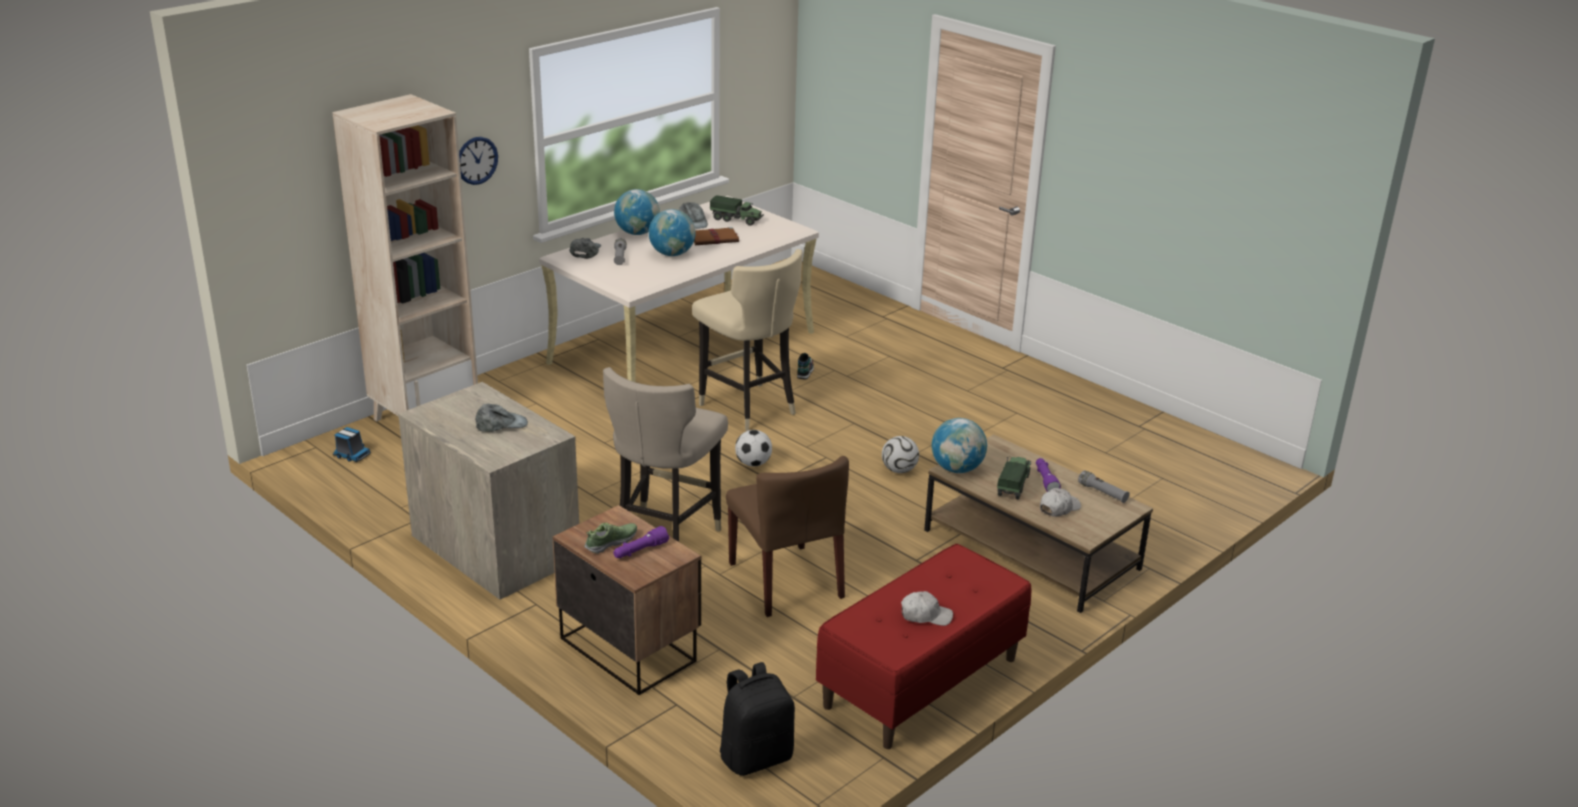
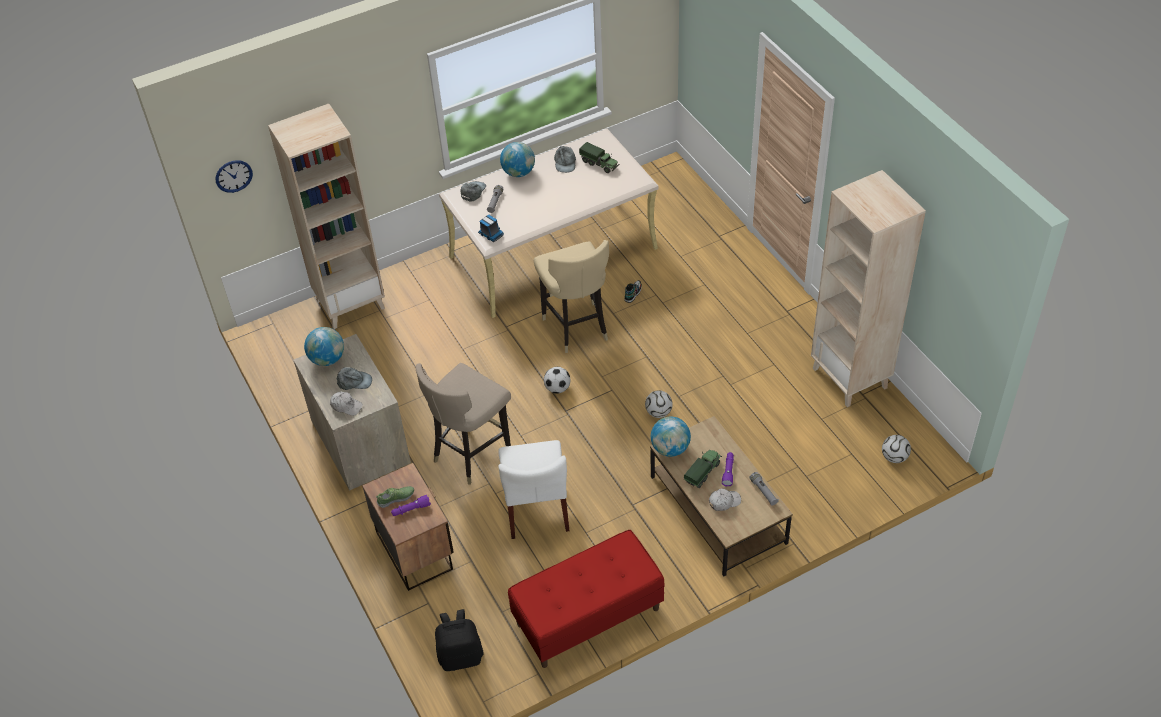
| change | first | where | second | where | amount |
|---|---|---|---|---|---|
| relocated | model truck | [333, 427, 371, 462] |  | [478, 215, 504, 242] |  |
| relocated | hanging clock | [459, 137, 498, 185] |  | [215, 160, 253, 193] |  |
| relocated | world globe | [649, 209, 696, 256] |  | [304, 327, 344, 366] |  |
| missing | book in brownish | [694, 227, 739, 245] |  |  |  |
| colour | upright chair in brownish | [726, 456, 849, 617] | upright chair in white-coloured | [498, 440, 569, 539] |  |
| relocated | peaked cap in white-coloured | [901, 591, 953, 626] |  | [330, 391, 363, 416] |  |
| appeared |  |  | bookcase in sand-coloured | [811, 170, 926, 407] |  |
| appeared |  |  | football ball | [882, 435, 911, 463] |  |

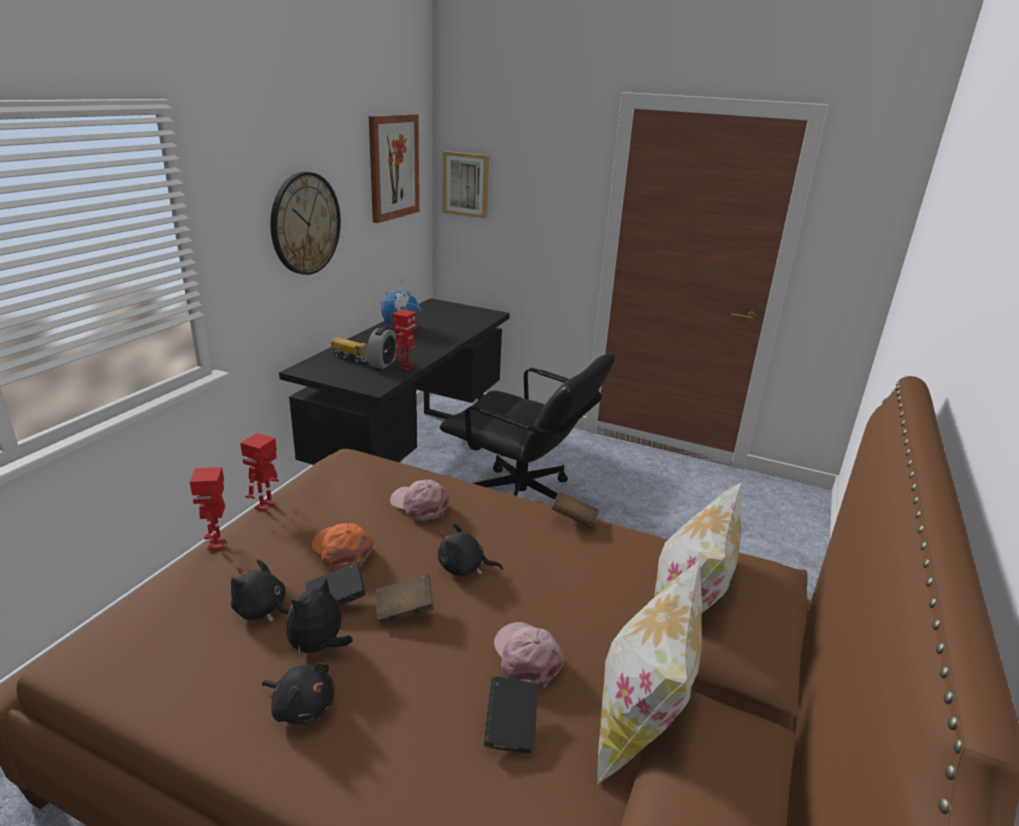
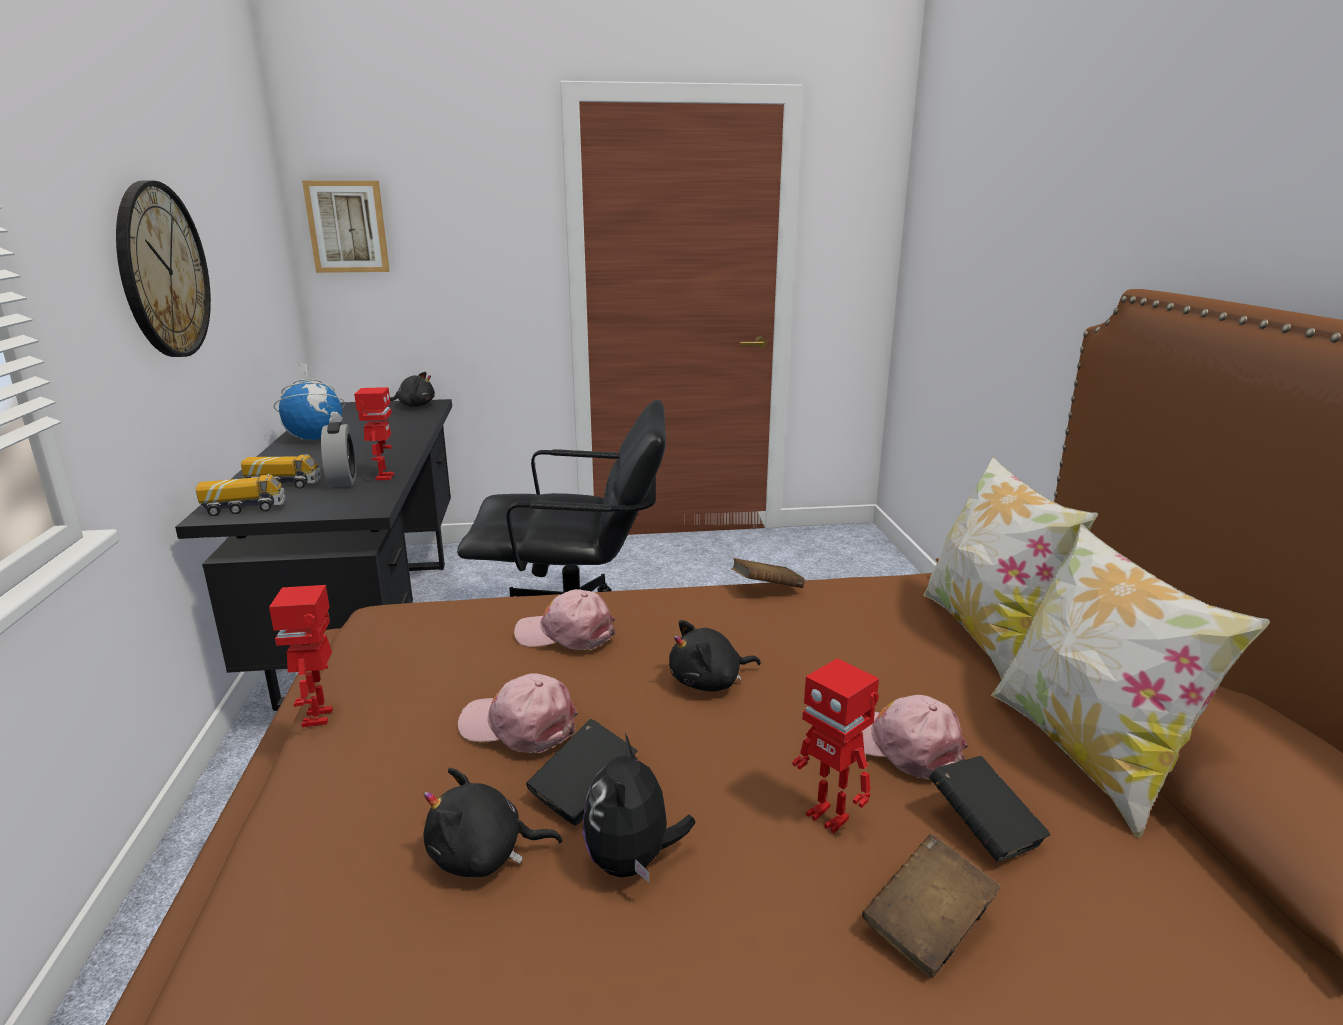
| change | first | where | second | where | amount |
|---|---|---|---|---|---|
| relocated | robot figure | [190, 467, 225, 551] |  | [792, 658, 879, 833] |  |
| relocated | plush toy in black | [262, 663, 334, 725] |  | [390, 372, 435, 407] |  |
| colour | peaked cap in orangey | [312, 523, 374, 570] | peaked cap in pink-coloured | [458, 673, 578, 753] |  |
| missing | wall art | [369, 114, 419, 223] |  |  |  |
| relocated | book in brownish | [376, 574, 434, 625] |  | [862, 834, 1001, 978] |  |
| appeared |  |  | model truck | [196, 474, 286, 516] |  |

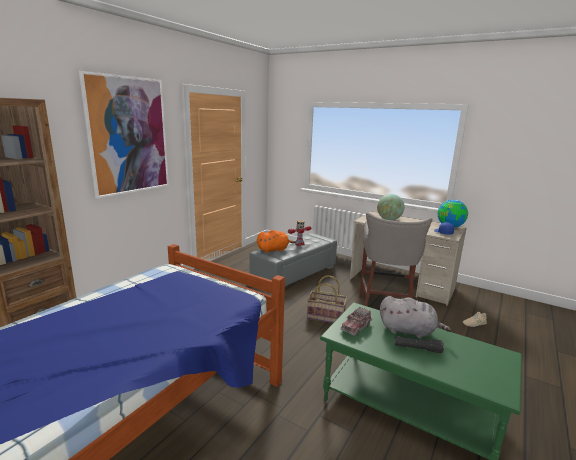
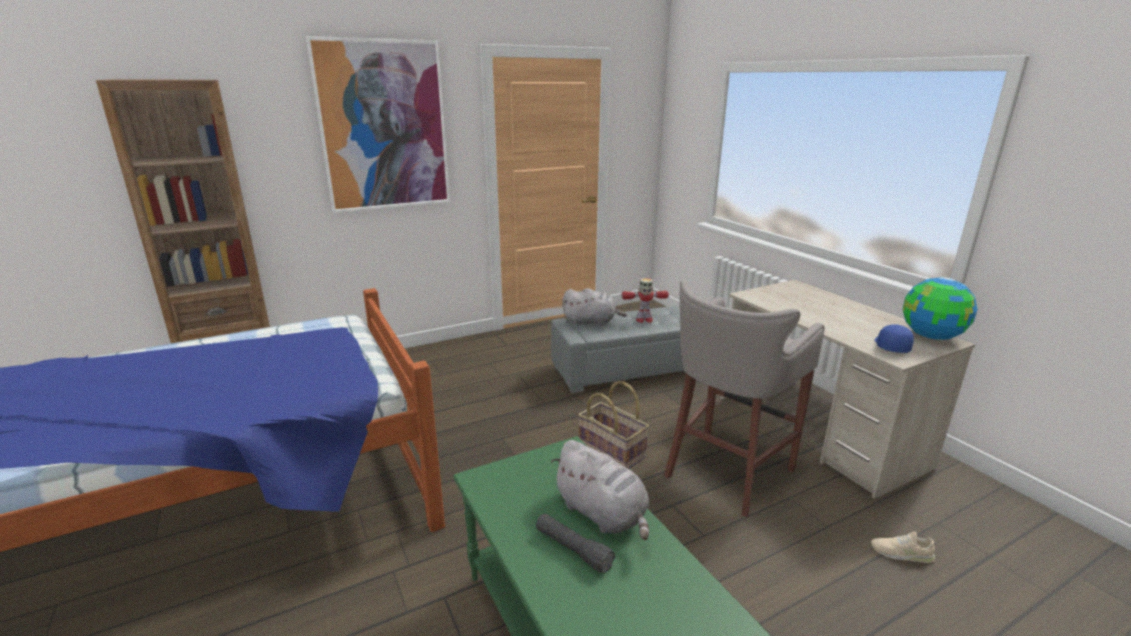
| change | first | where | second | where | amount |
|---|---|---|---|---|---|
| colour | plush toy in orangey | [257, 230, 296, 253] | plush toy in grey | [562, 288, 627, 327] |  |
| missing | model truck | [341, 308, 372, 336] |  |  |  |
| missing | world globe | [377, 194, 405, 220] |  |  |  |

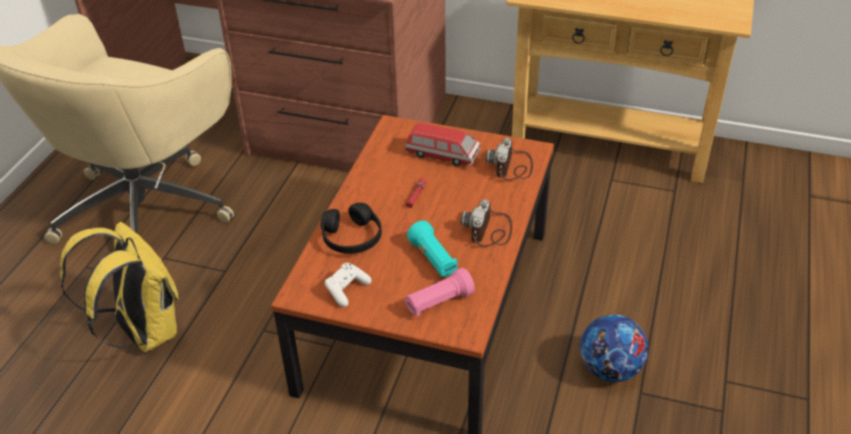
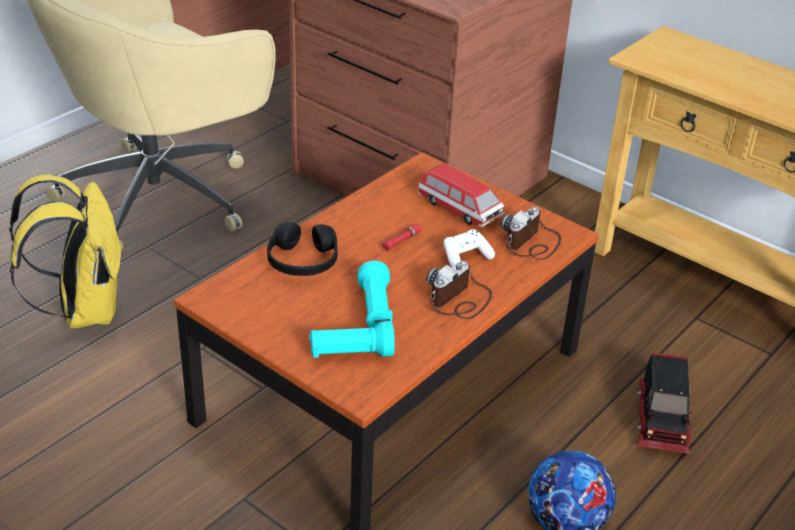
| change | first | where | second | where | amount |
|---|---|---|---|---|---|
| relocated | joypad in white-coloured | [325, 263, 371, 307] |  | [444, 229, 495, 268] |  |
| colour | flashlight in pink-coloured | [405, 268, 475, 316] | flashlight in blue-green | [309, 322, 395, 358] |  |
| appeared |  |  | model truck | [637, 352, 692, 454] |  |

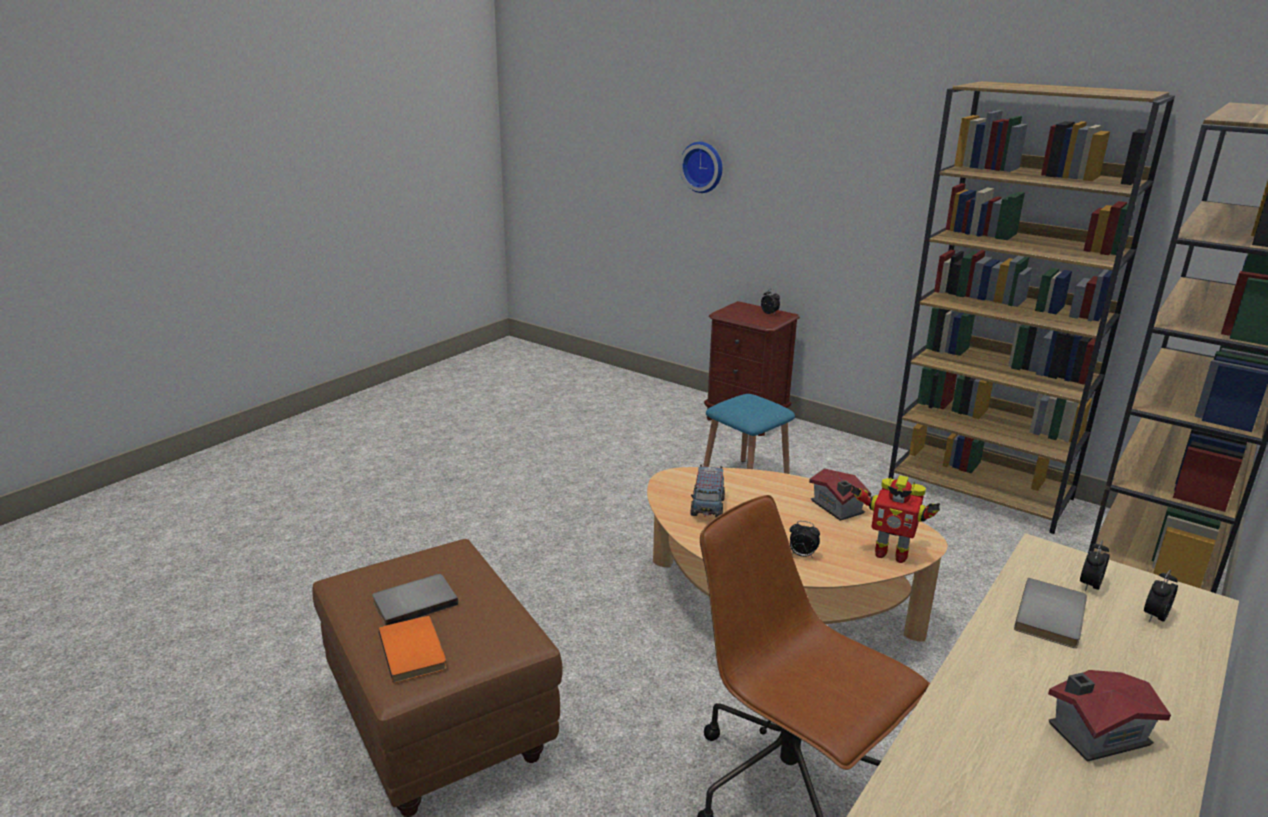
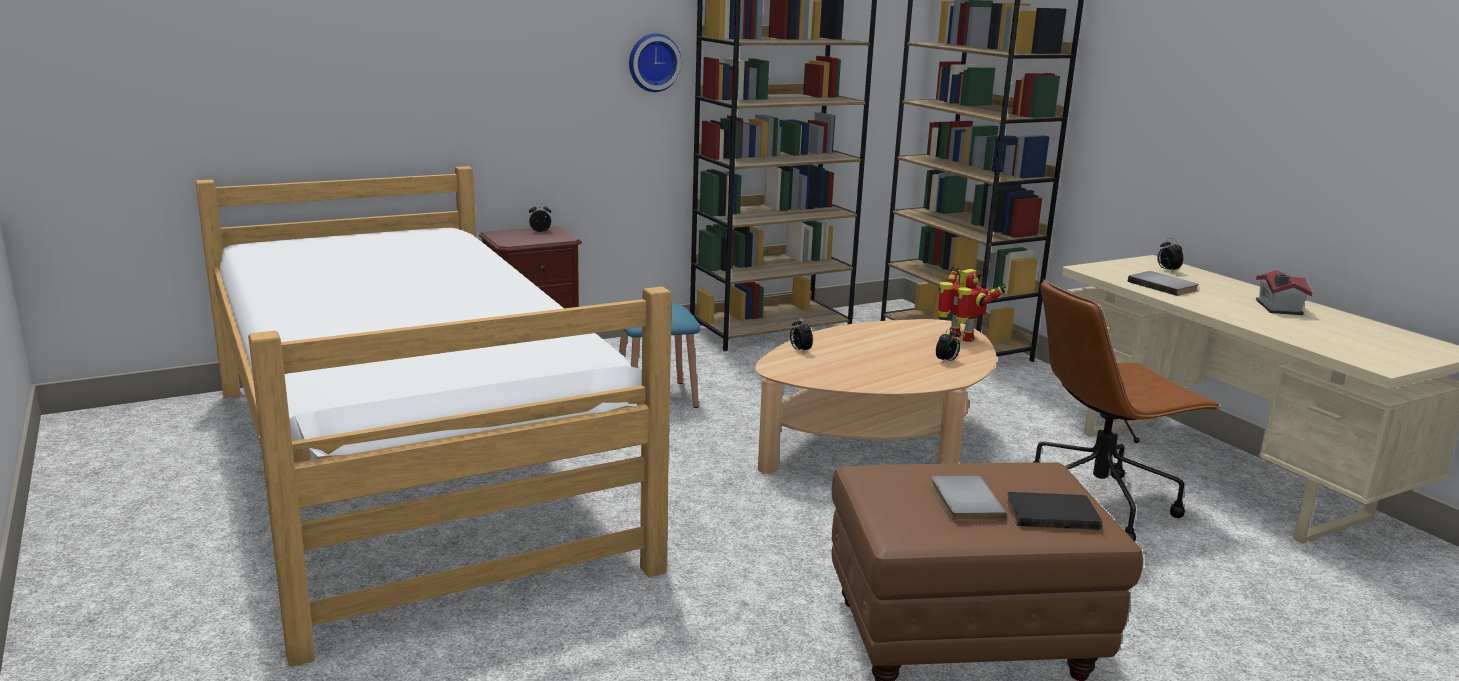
| change | first | where | second | where | amount |
|---|---|---|---|---|---|
| colour | book in orangey | [379, 616, 446, 683] | book in black | [1006, 492, 1102, 530] |  |
| relocated | hanging clock | [679, 142, 722, 193] |  | [629, 33, 681, 92] |  |
| missing | model truck | [691, 465, 725, 517] |  |  |  |
| missing | model house | [809, 468, 871, 521] |  |  |  |
| spun | robot figure | [851, 475, 940, 563] |  | [937, 266, 1006, 342] | 90 degrees counterclockwise |
| relocated | bedside clock | [1080, 540, 1110, 591] |  | [790, 317, 813, 353] |  |
| appeared |  |  | sleeping bed | [195, 166, 672, 667] |  |

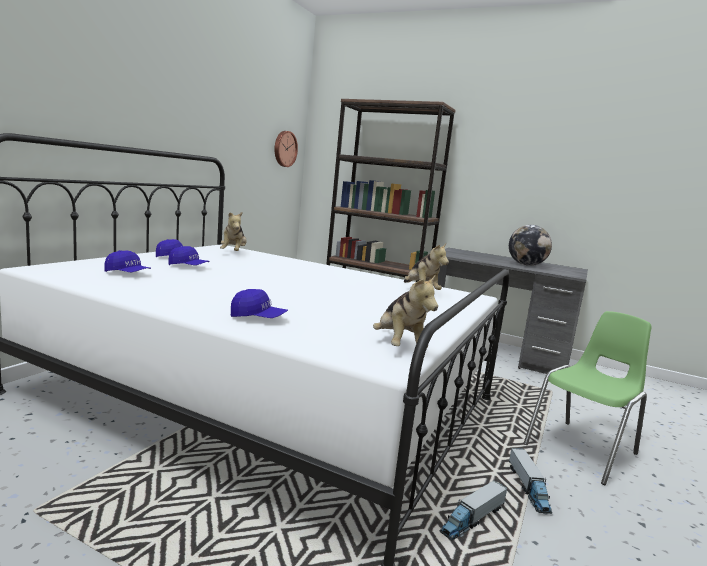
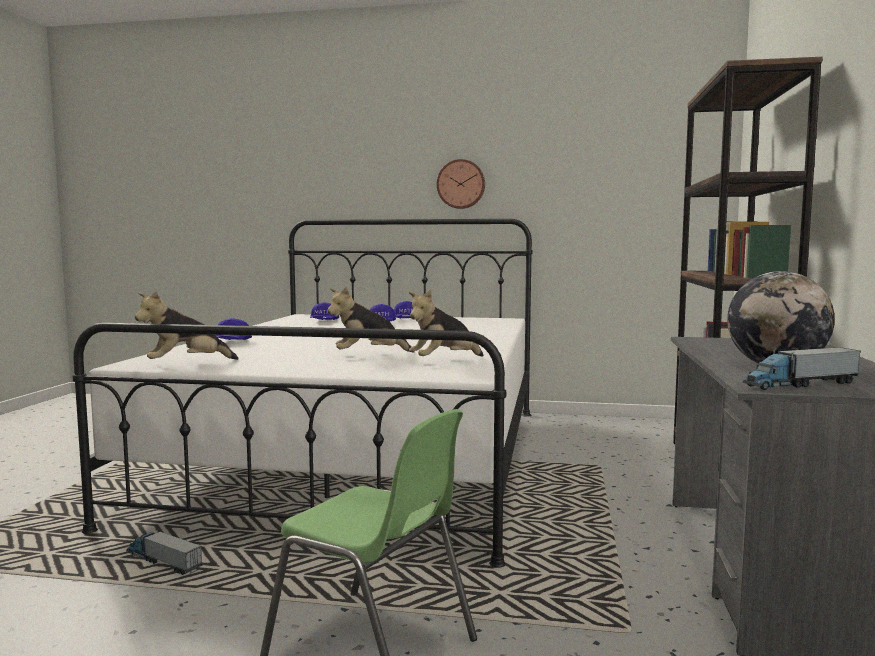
| change | first | where | second | where | amount |
|---|---|---|---|---|---|
| relocated | plush toy | [220, 212, 247, 251] |  | [327, 287, 415, 353] |  |
| relocated | hanging clock | [274, 131, 298, 167] |  | [437, 159, 485, 209] |  |
| relocated | model truck | [509, 448, 552, 514] |  | [743, 347, 860, 390] |  |

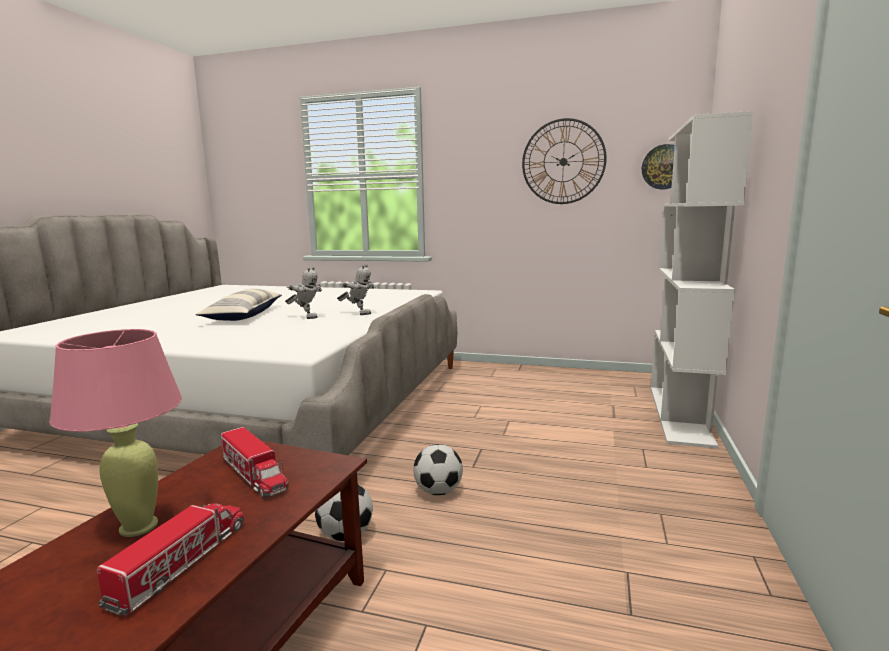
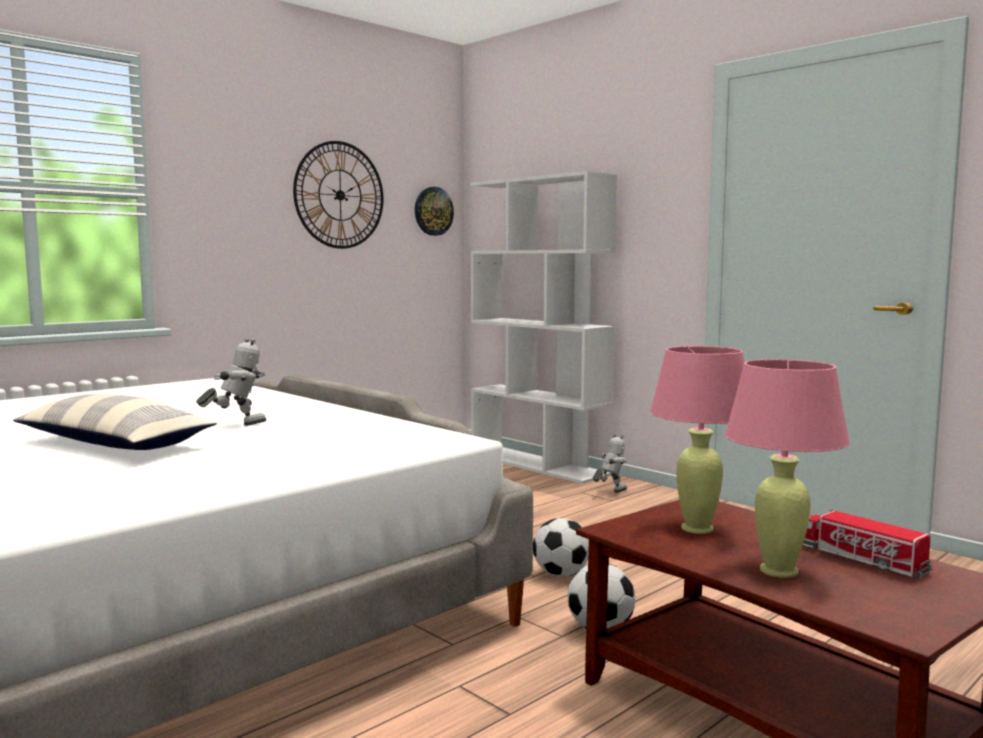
| change | first | where | second | where | amount |
|---|---|---|---|---|---|
| exchanged | model truck | [221, 427, 289, 498] | table lamp in pink-coloured | [650, 346, 744, 534] |  |
| relocated | robot figure | [337, 264, 375, 315] |  | [593, 434, 627, 493] |  |

